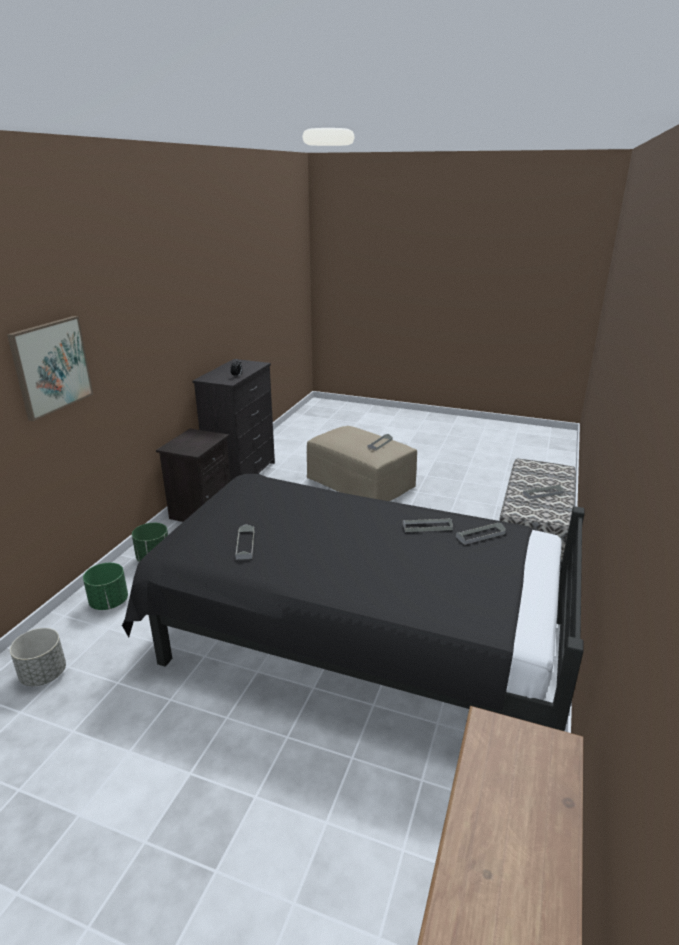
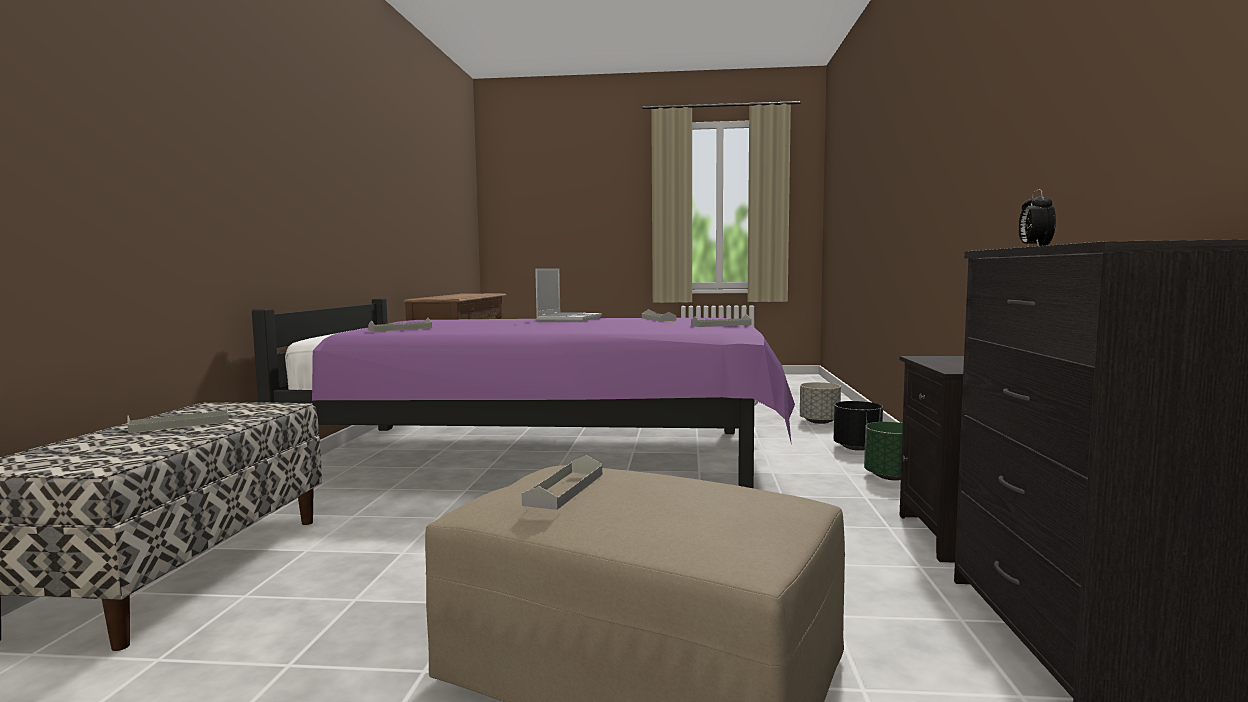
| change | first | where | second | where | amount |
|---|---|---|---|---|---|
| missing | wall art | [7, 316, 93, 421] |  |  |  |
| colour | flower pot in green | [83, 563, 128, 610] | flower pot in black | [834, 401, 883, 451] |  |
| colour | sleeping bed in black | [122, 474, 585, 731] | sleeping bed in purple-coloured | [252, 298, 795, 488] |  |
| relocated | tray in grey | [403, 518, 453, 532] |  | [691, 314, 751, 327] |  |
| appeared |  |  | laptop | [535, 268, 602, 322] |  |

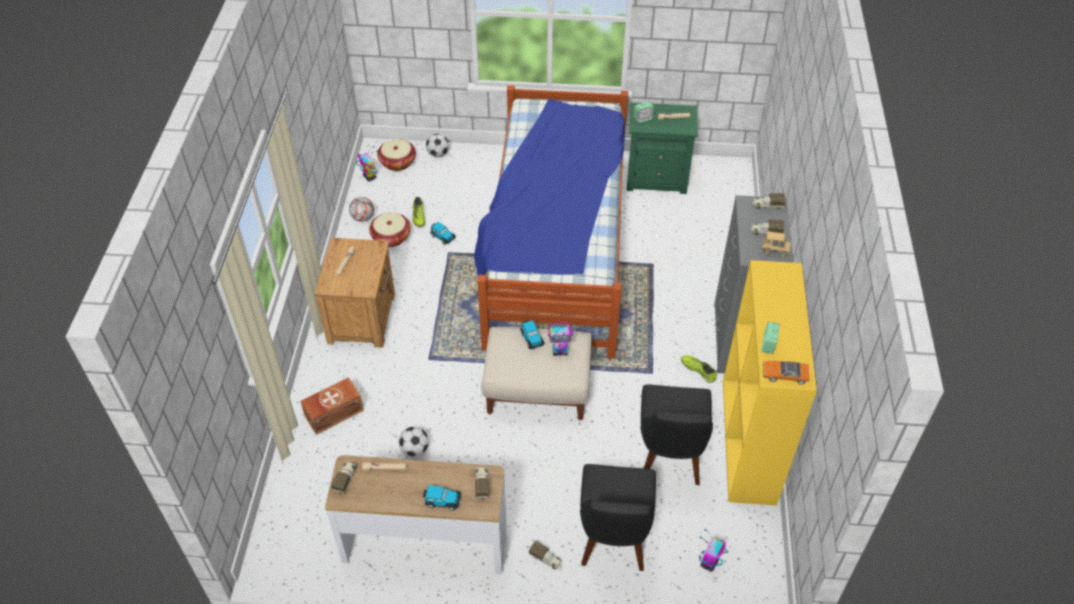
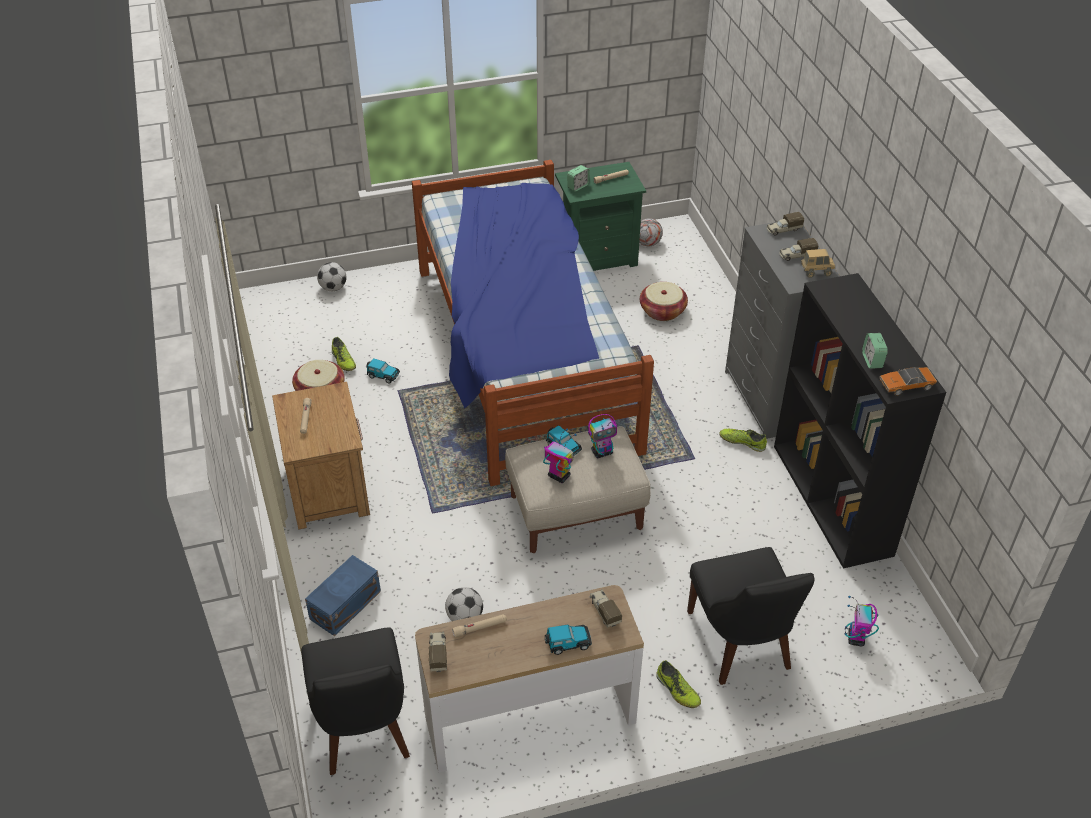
| change | first | where | second | where | amount |
|---|---|---|---|---|---|
| colour | storage box in brownish | [300, 377, 364, 435] | storage box in blue | [305, 555, 381, 636] |  |
| relocated | football ball | [349, 197, 374, 222] |  | [639, 218, 663, 246] |  |
| relocated | robot figure | [356, 146, 378, 182] |  | [543, 428, 577, 483] |  |
| relocated | household basket | [377, 139, 416, 171] |  | [640, 282, 688, 321] |  |
| exchanged | model truck | [529, 541, 562, 569] | shoe | [656, 660, 701, 708] |  |
| relocated | upright chair in black | [640, 384, 713, 485] |  | [301, 627, 410, 775] |  |
| colour | bookcase in yellow-coloured | [723, 260, 817, 505] | bookcase in black | [774, 273, 946, 569] |  |

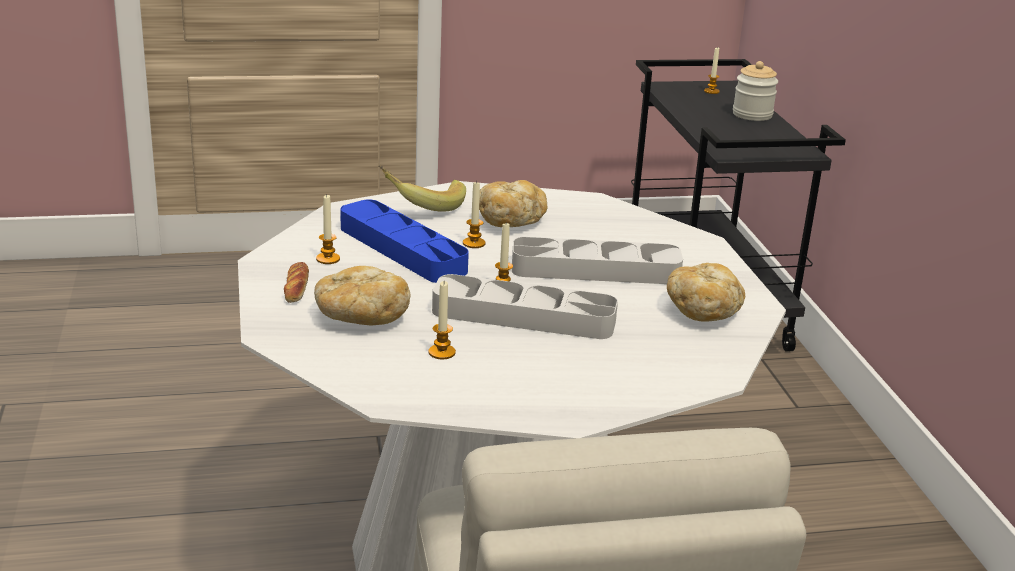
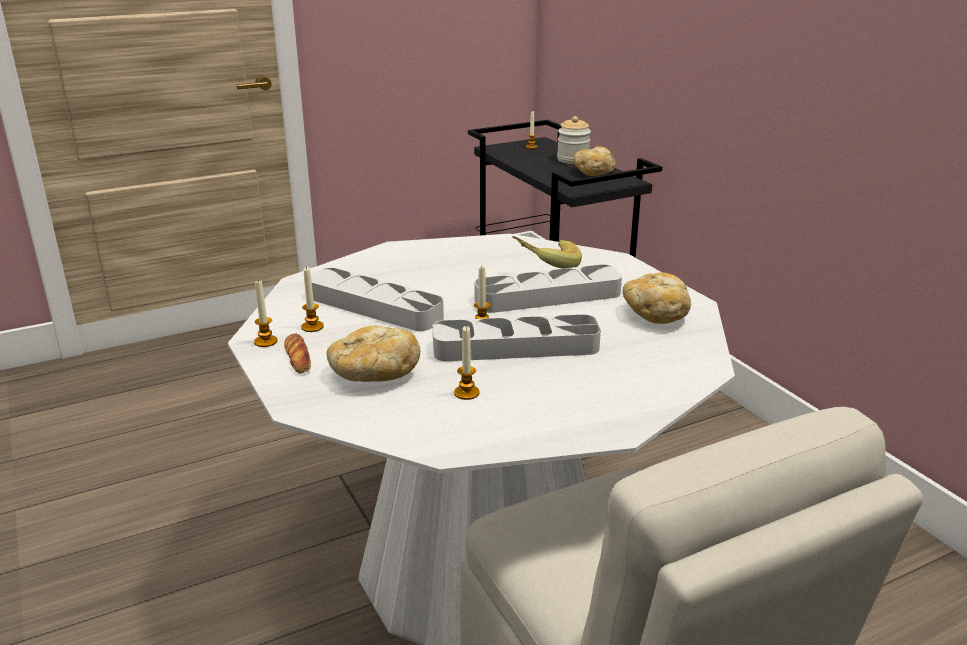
| change | first | where | second | where | amount |
|---|---|---|---|---|---|
| colour | tray in blue | [340, 200, 469, 283] | tray in grey | [311, 268, 444, 331] |  |
| relocated | banana fruit | [378, 165, 466, 212] |  | [512, 236, 582, 269] |  |
| relocated | wax light | [463, 180, 485, 248] |  | [254, 281, 278, 347] |  |
| relocated | baked bread | [479, 180, 547, 227] |  | [573, 146, 616, 176] |  |

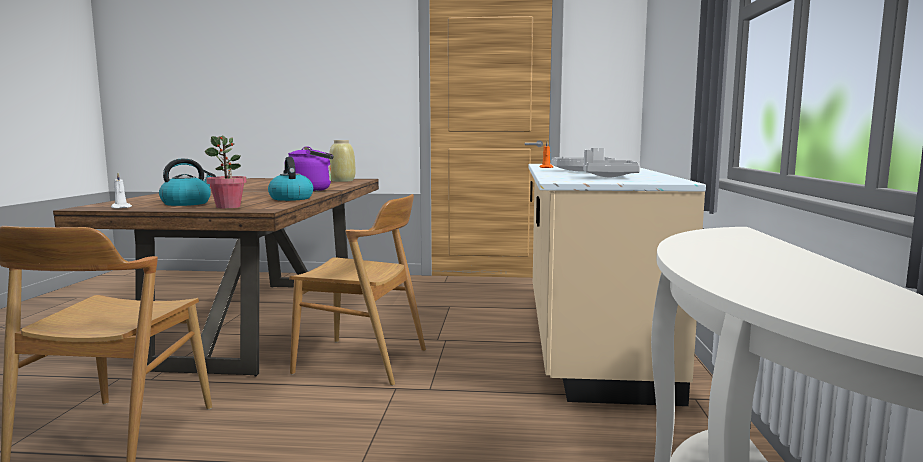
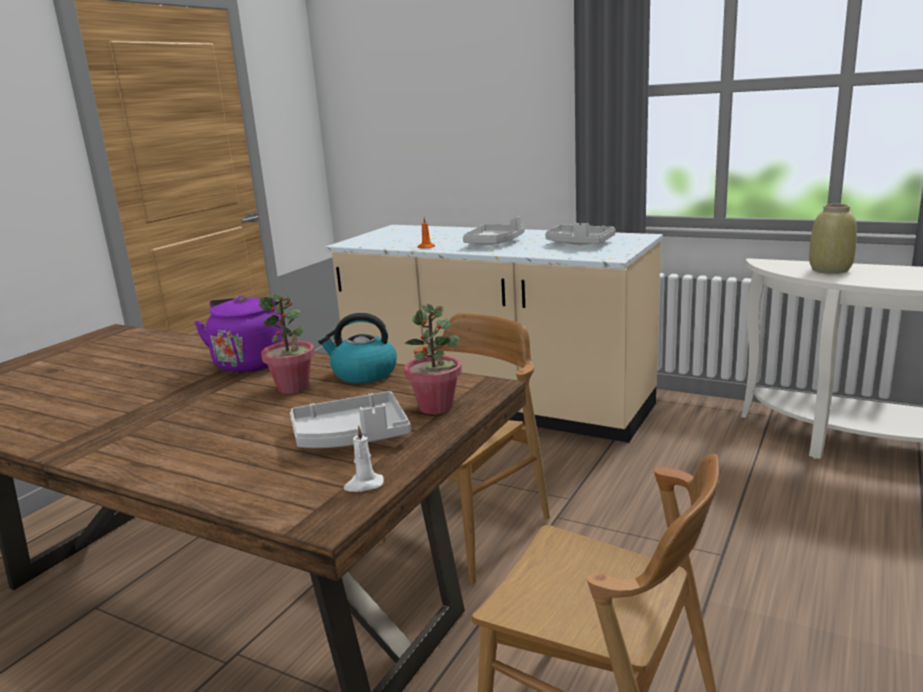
| change | first | where | second | where | amount |
|---|---|---|---|---|---|
| exchanged | water kettle | [159, 159, 216, 206] | tray in grey | [290, 391, 411, 448] |  |
| relocated | flower vase in sand-coloured | [329, 140, 355, 182] |  | [809, 204, 857, 274] |  |
| appeared |  |  | plant in a pot | [259, 294, 315, 394] |  |

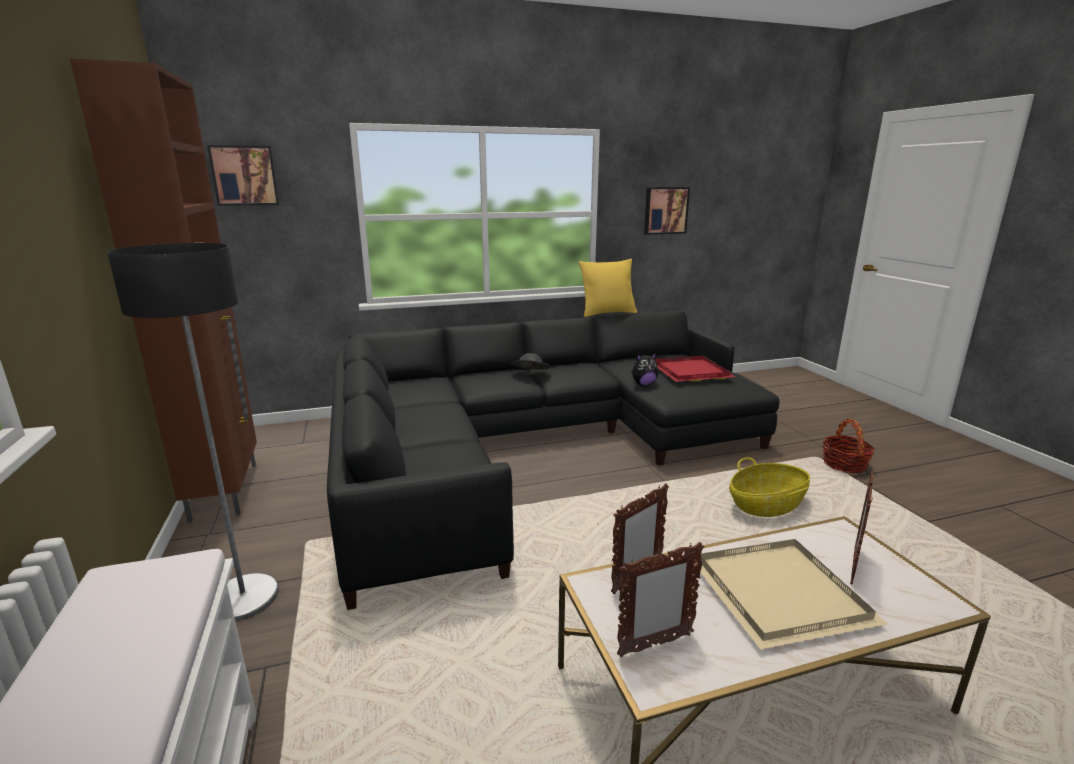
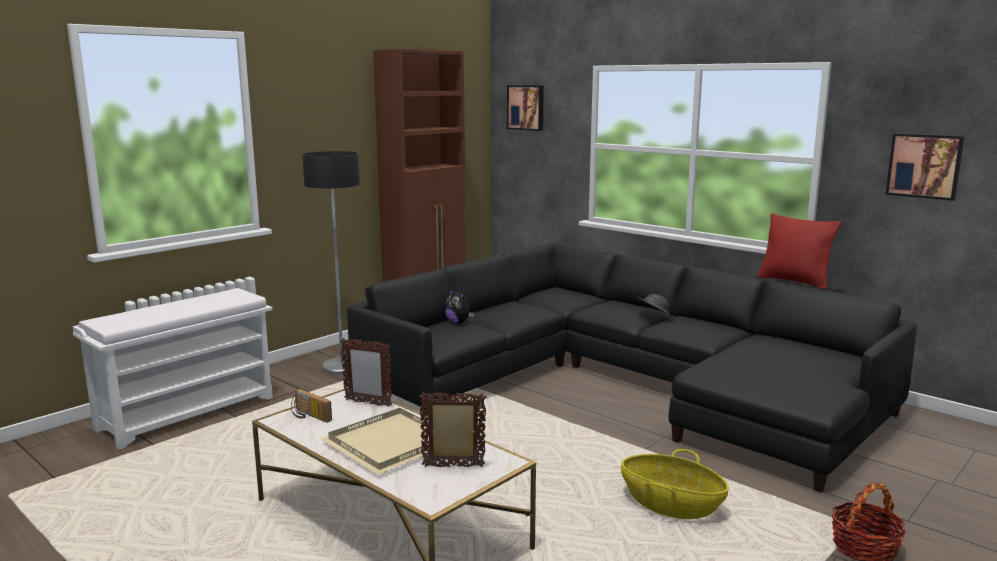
| change | first | where | second | where | amount |
|---|---|---|---|---|---|
| colour | cushion in yellow-coloured | [579, 259, 637, 317] | cushion in reddish | [756, 213, 842, 290] |  |
| exchanged | standing frame | [617, 542, 704, 657] | radio | [291, 389, 332, 423] |  |
| relocated | plush toy | [631, 353, 658, 386] |  | [445, 288, 474, 324] |  |
| missing | tray in reddish | [655, 356, 735, 382] |  |  |  |

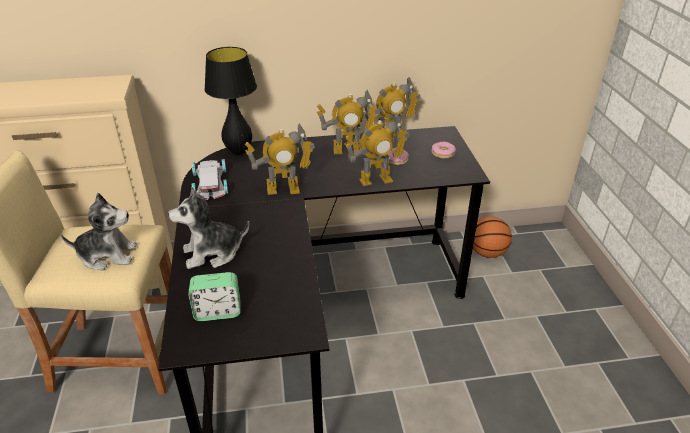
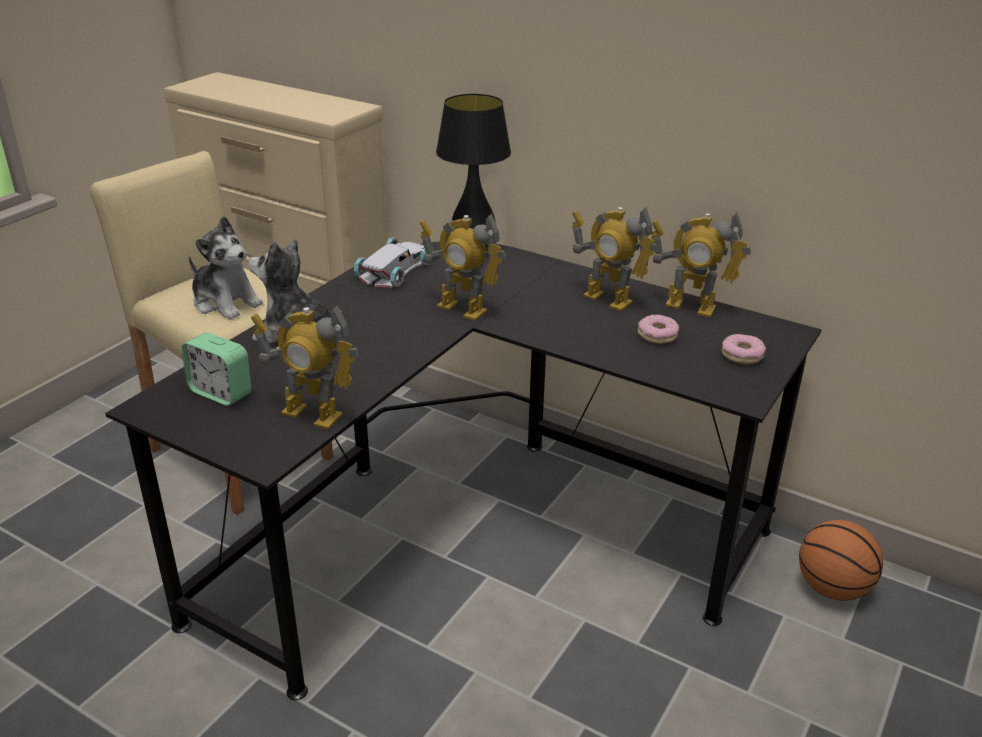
| change | first | where | second | where | amount |
|---|---|---|---|---|---|
| relocated | robot figure | [344, 114, 410, 186] |  | [251, 305, 359, 430] |  |

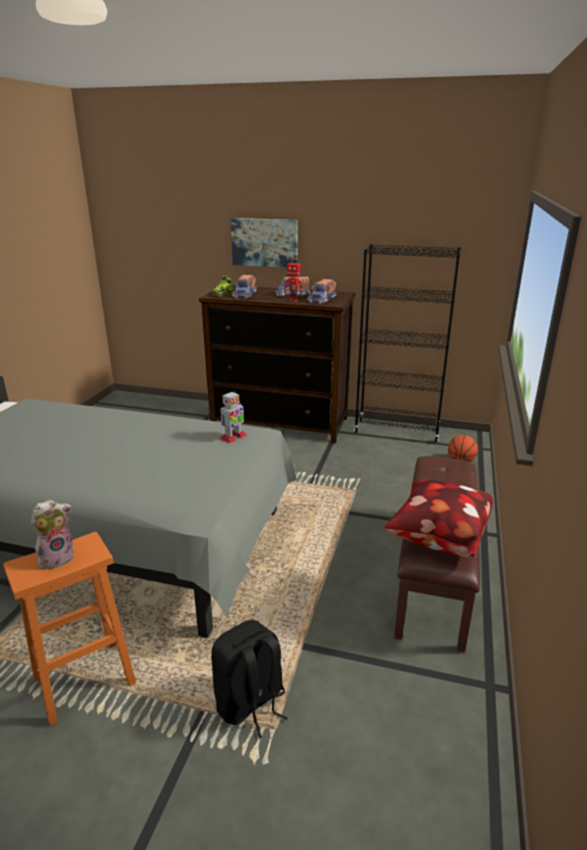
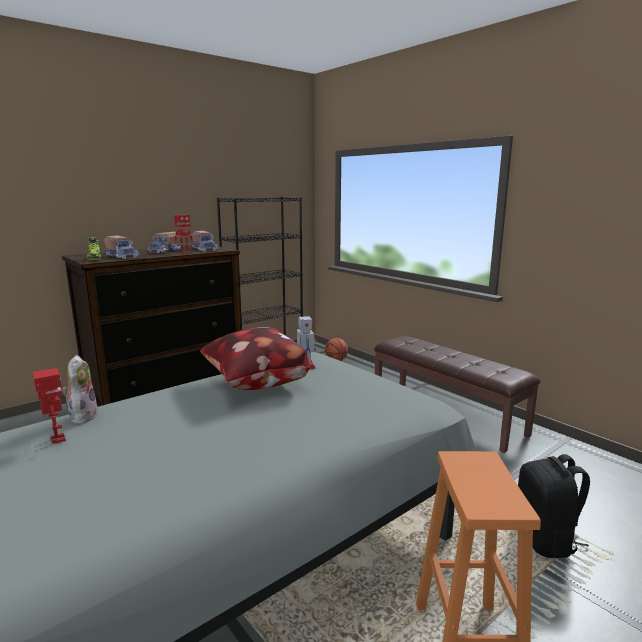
| change | first | where | second | where | amount |
|---|---|---|---|---|---|
| relocated | plush toy | [31, 499, 74, 569] |  | [62, 355, 98, 424] |  |
| missing | wall art | [231, 218, 298, 268] |  |  |  |
| relocated | cushion | [383, 479, 493, 559] |  | [200, 327, 310, 390] |  |
| appeared |  |  | robot figure | [33, 368, 66, 444] |  |

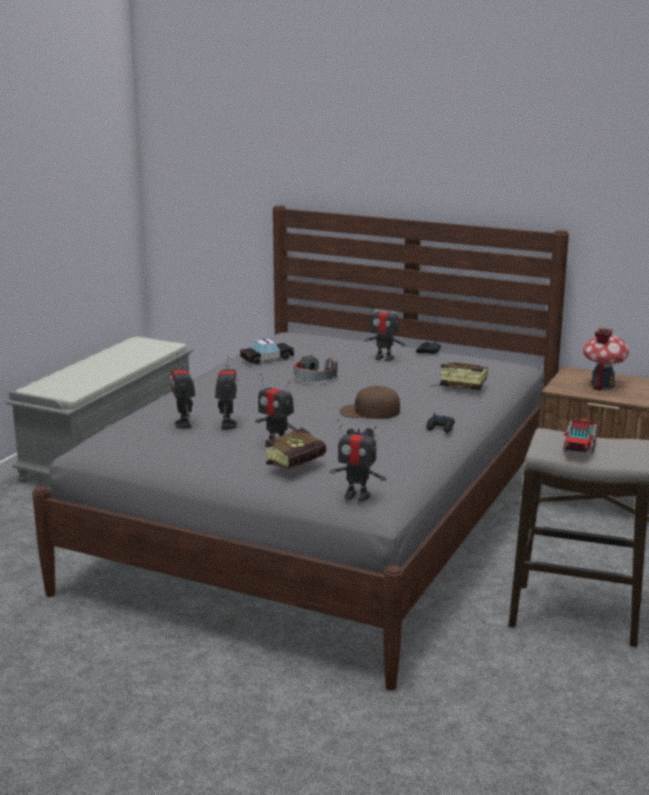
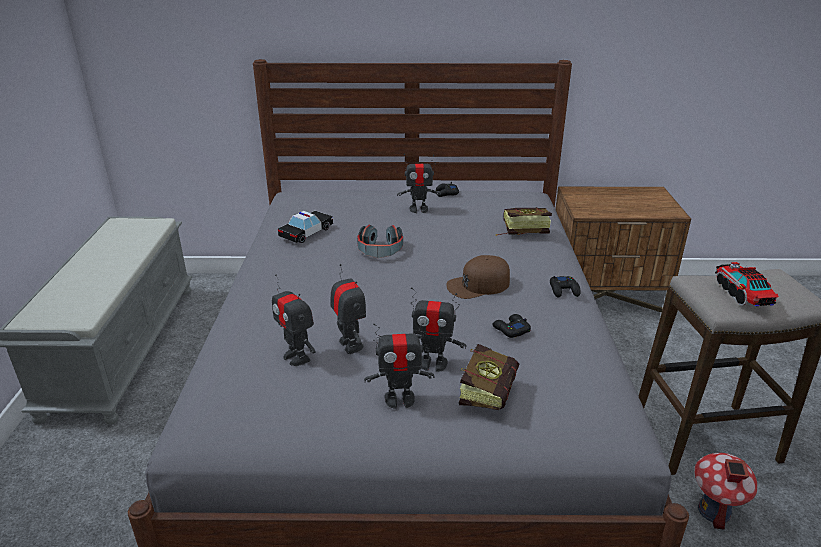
| change | first | where | second | where | amount |
|---|---|---|---|---|---|
| relocated | robot figure | [330, 420, 386, 501] |  | [364, 323, 434, 409] |  |
| relocated | model house | [583, 327, 629, 391] |  | [694, 453, 758, 530] |  |

